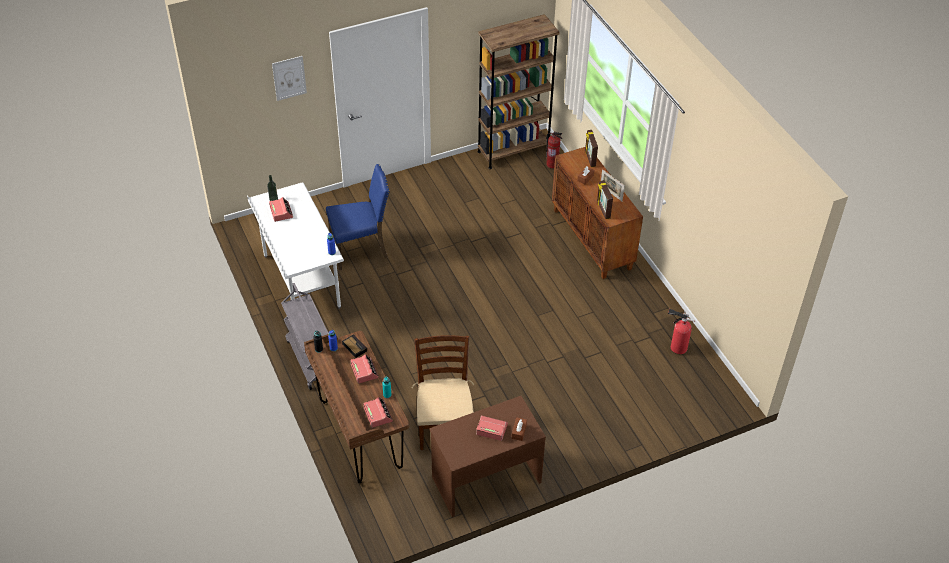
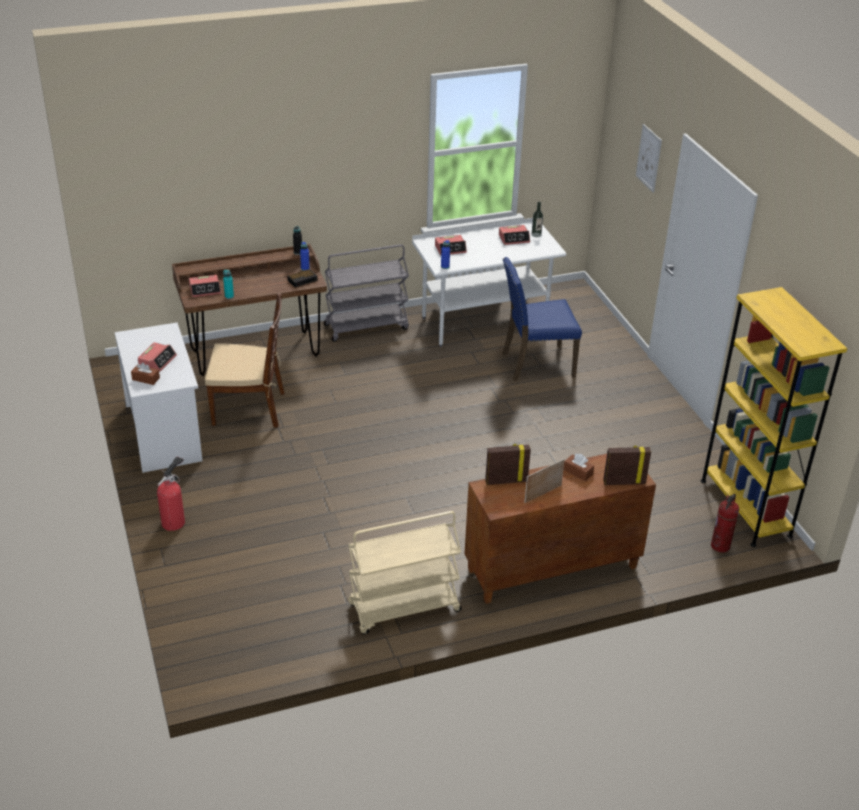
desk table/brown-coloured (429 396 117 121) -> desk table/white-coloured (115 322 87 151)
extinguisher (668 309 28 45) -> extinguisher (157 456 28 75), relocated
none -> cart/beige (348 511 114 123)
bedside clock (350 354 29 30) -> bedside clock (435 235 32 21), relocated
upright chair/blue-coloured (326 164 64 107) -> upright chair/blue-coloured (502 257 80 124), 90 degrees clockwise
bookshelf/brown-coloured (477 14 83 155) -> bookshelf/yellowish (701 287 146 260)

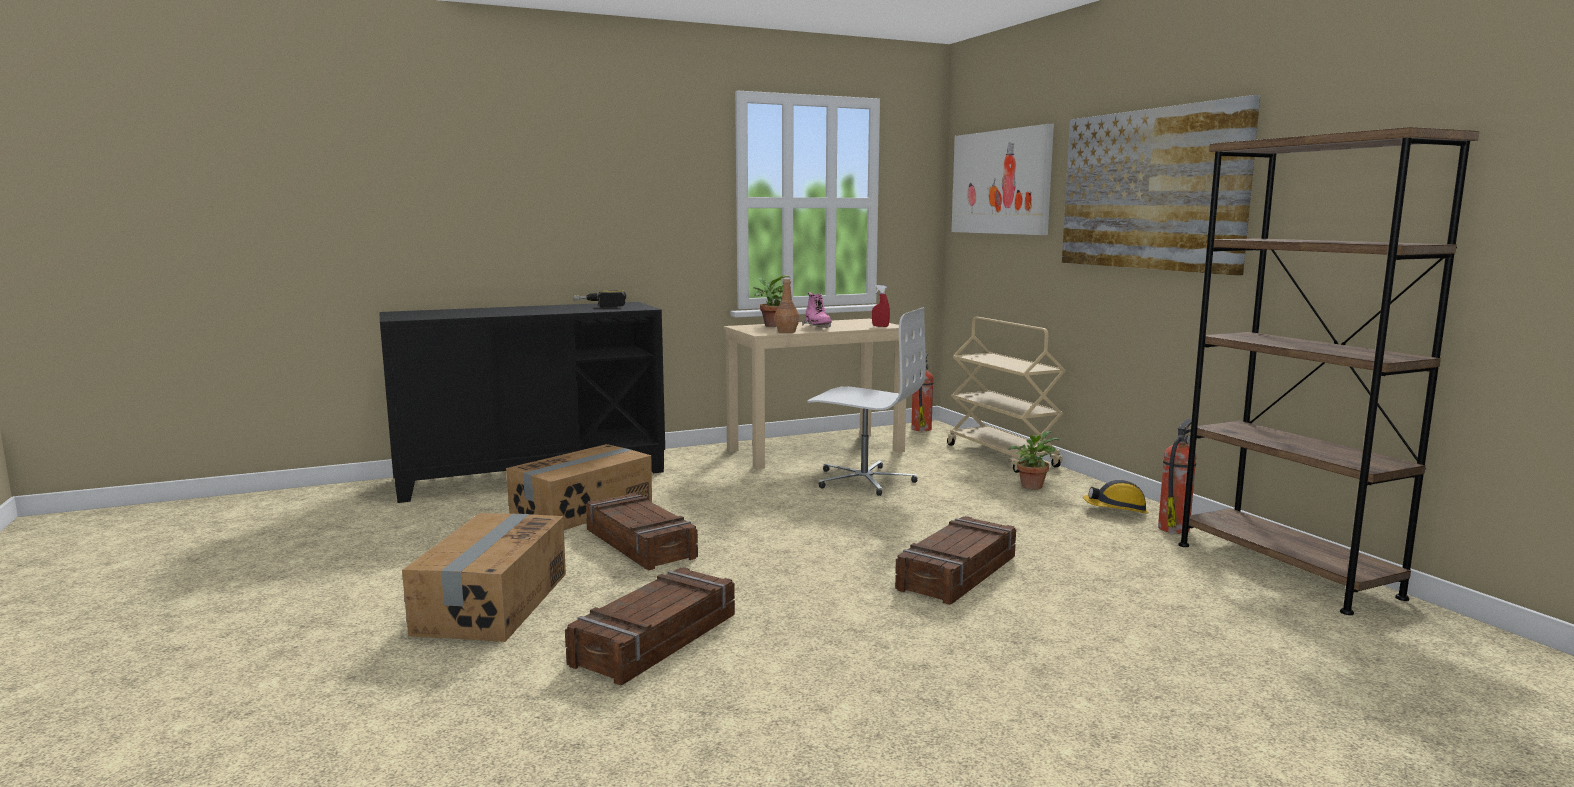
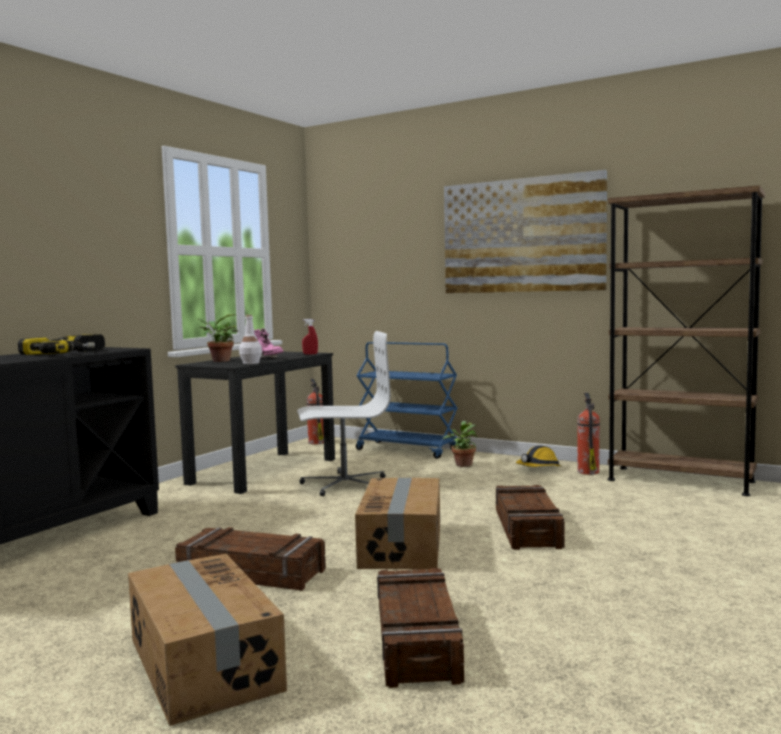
none -> drill (18 337 77 18)
desk table/beige (724 319 183 151) -> desk table/blackish (175 352 160 142)
drink bottle/brown-coloured (774 279 25 54) -> drink bottle/white-coloured (239 315 23 49)
carton (506 444 146 86) -> carton (355 478 85 92), relocated
cart/beige (947 317 119 156) -> cart/blue-coloured (356 342 101 117)
wall art (951 124 103 111) -> none

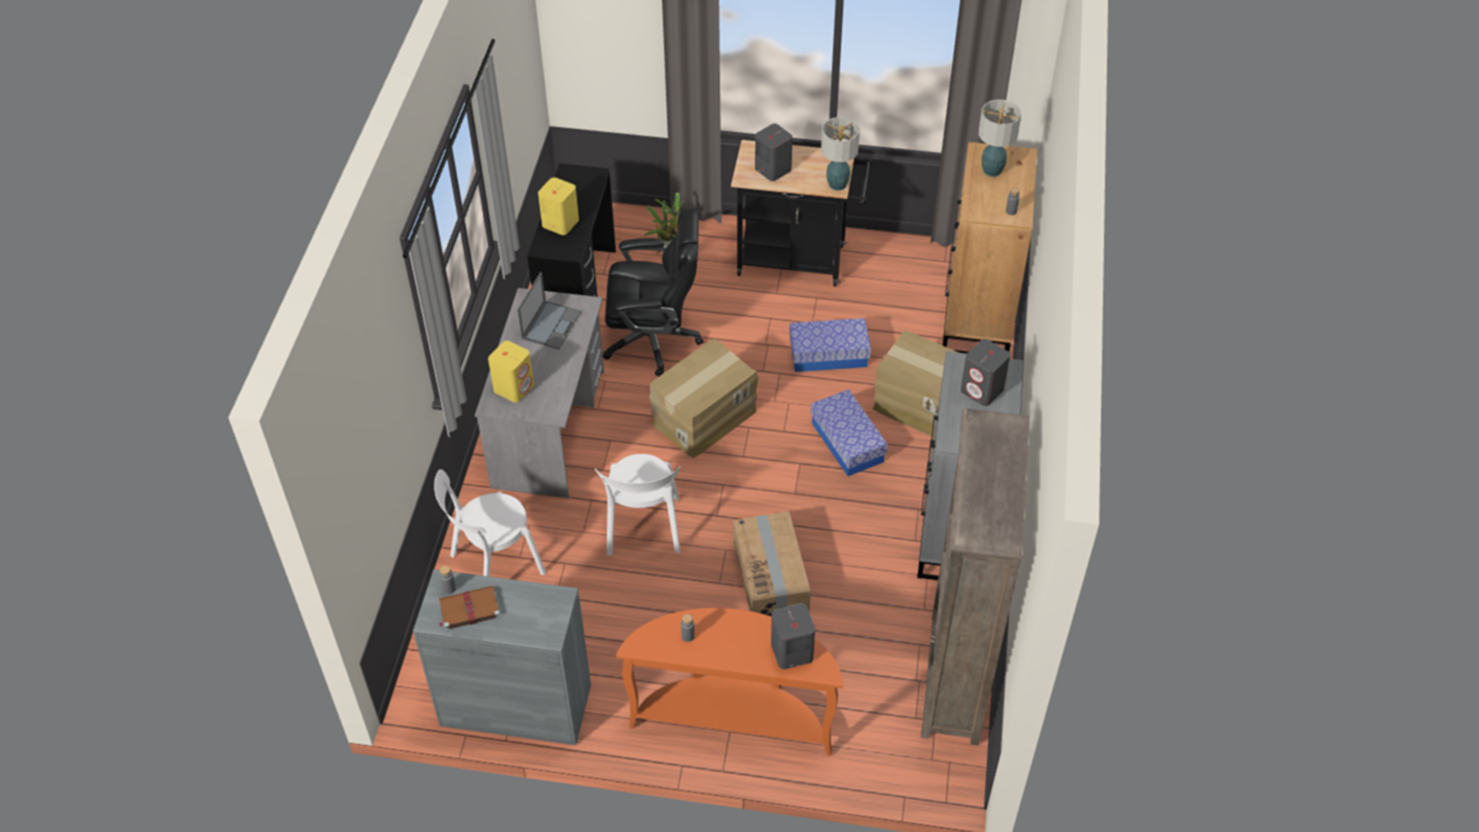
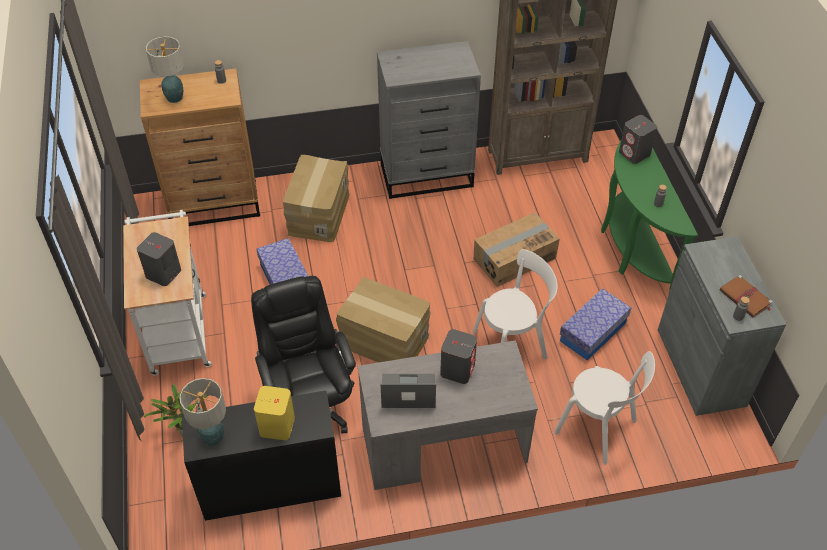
cart/blackish (731 140 141 147) -> cart/white-coloured (123 210 88 165)
tabletop lamp (821 117 39 74) -> tabletop lamp (179 378 47 68), relocated
speaker/greyish (961 339 49 67) -> speaker/greyish (440 329 37 55), relocated
storage box (811 389 77 87) -> storage box (560 288 71 73), relocated
hall table/orangey (616 608 227 148) -> hall table/greenish (601 141 97 151)
speaker/yellowish (488 341 46 62) -> none

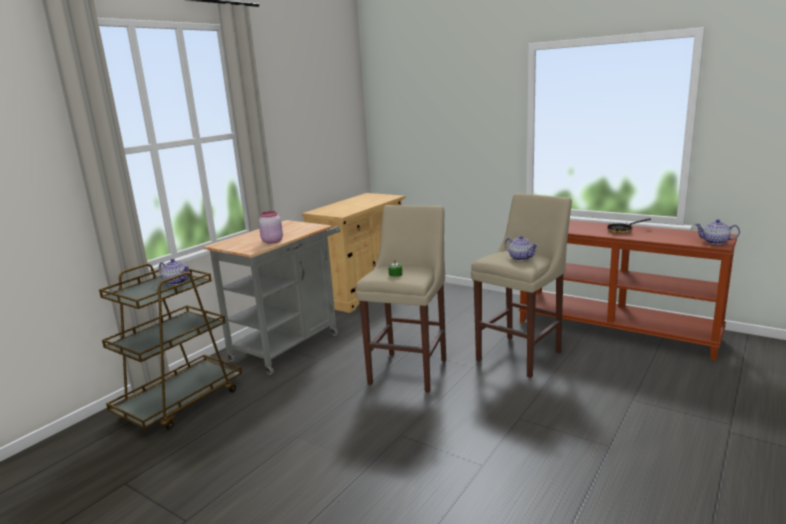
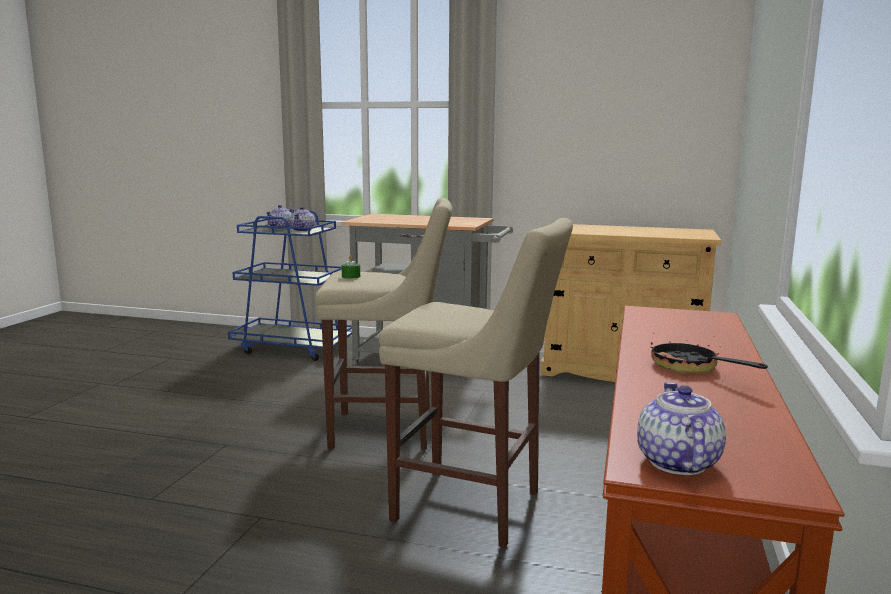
cart/brown-coloured (99 263 143 167) -> cart/blue-coloured (228 210 124 151)
tea pot (504 236 34 25) -> tea pot (265 205 29 24), relocated
jar/pinkish (259 211 24 32) -> none

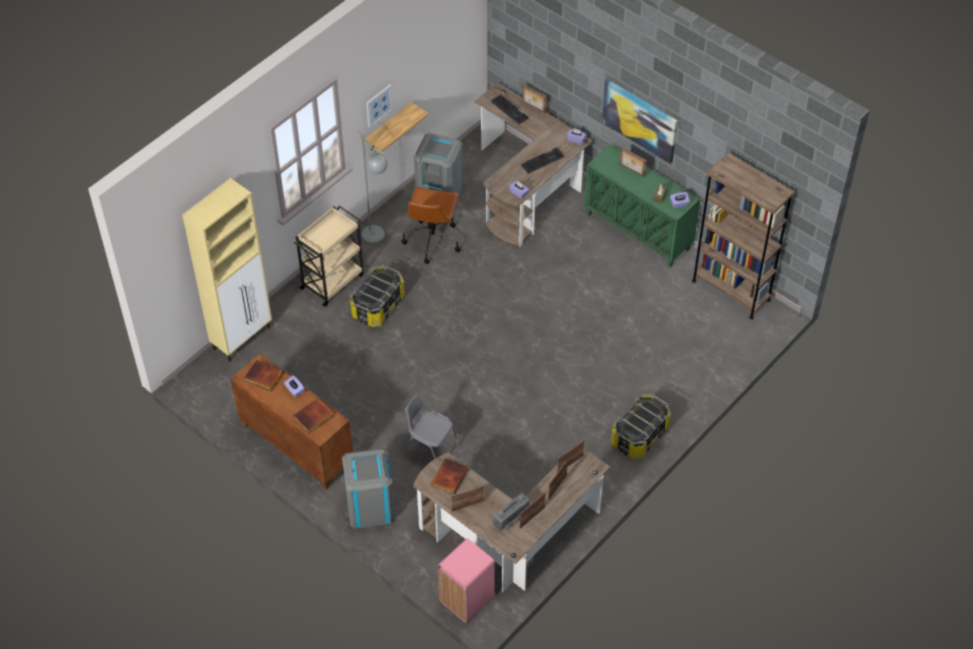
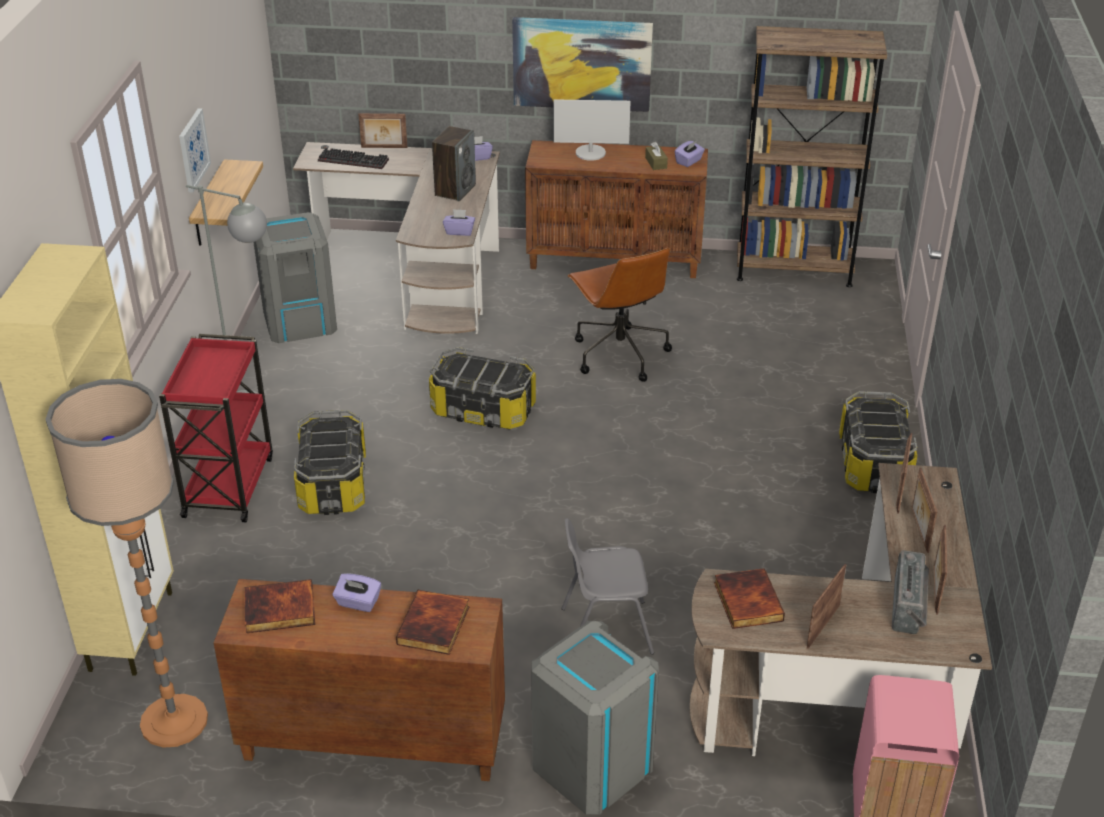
none -> standing lamp (45 379 163 369)
cart/beige (294 206 70 101) -> cart/reddish (159 334 114 188)
none -> storage box (429 347 107 82)
computer keyboard (521 147 43 27) -> speaker (432 126 44 76)
storage cabinet/greenish (584 144 116 124) -> storage cabinet/brown-coloured (525 140 183 138)
photo frame (620 147 27 30) -> computer display (553 99 78 62)
computer chair/brown-coloured (402 187 58 77) -> computer chair/brown-coloured (568 248 104 134), relocated

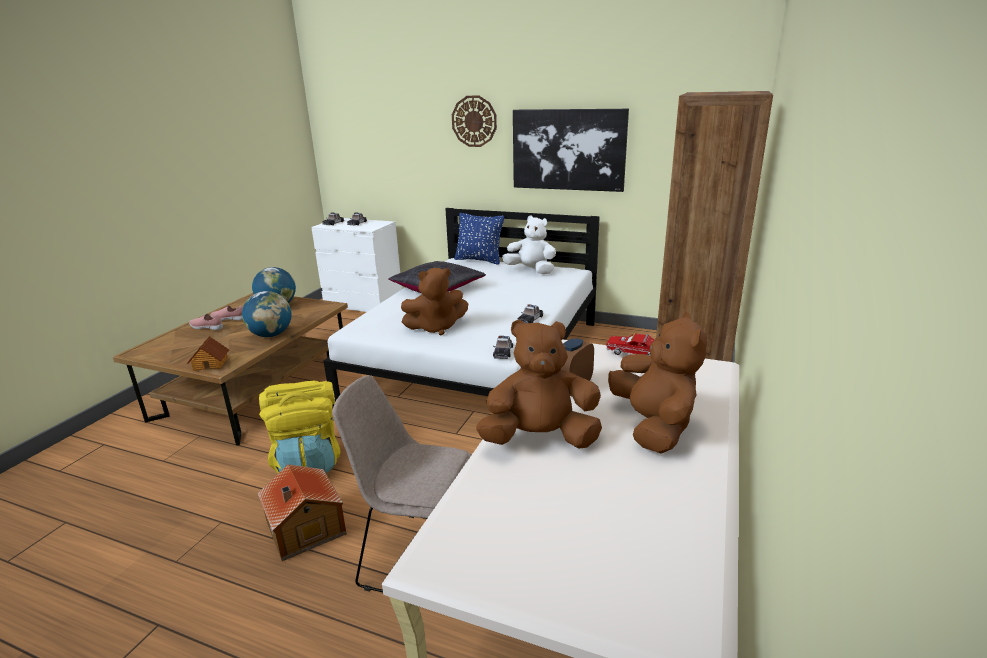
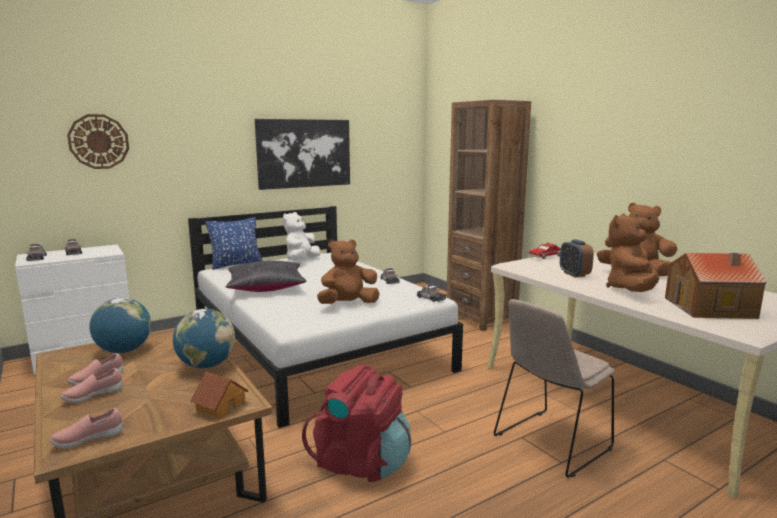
none -> item of footwear/pinkish (49 408 74 40)
hanging clock (452 96 45 51) -> hanging clock (67 114 62 55), relocated
cuddly toy/white-coloured (502 215 54 59) -> cuddly toy/white-coloured (283 212 37 48), 45 degrees counterclockwise
backpack/yellowish (259 381 82 92) -> backpack/reddish (302 365 109 117)
cuddly toy/brown-coloured (401 268 67 68) -> cuddly toy/brown-coloured (317 239 63 65), 135 degrees counterclockwise
miniature house (258 464 89 97) -> miniature house (665 253 102 66), relocated

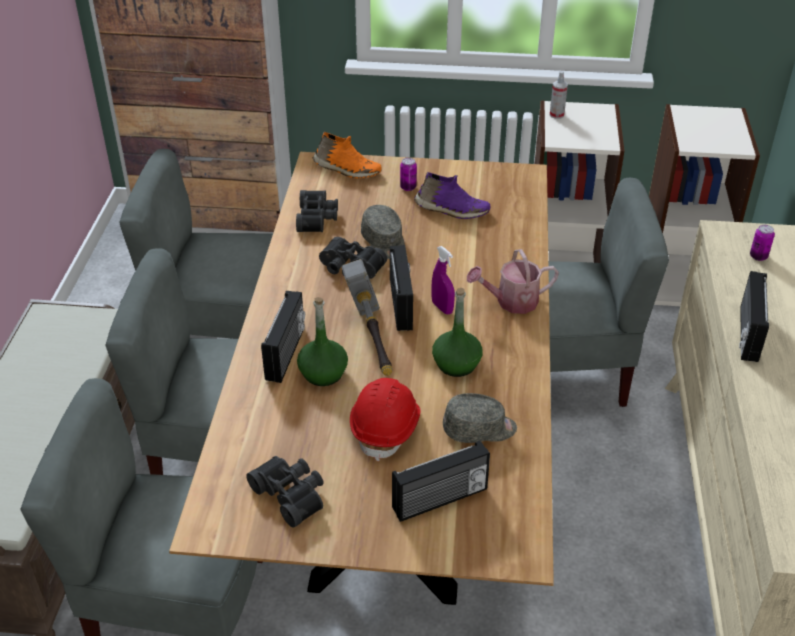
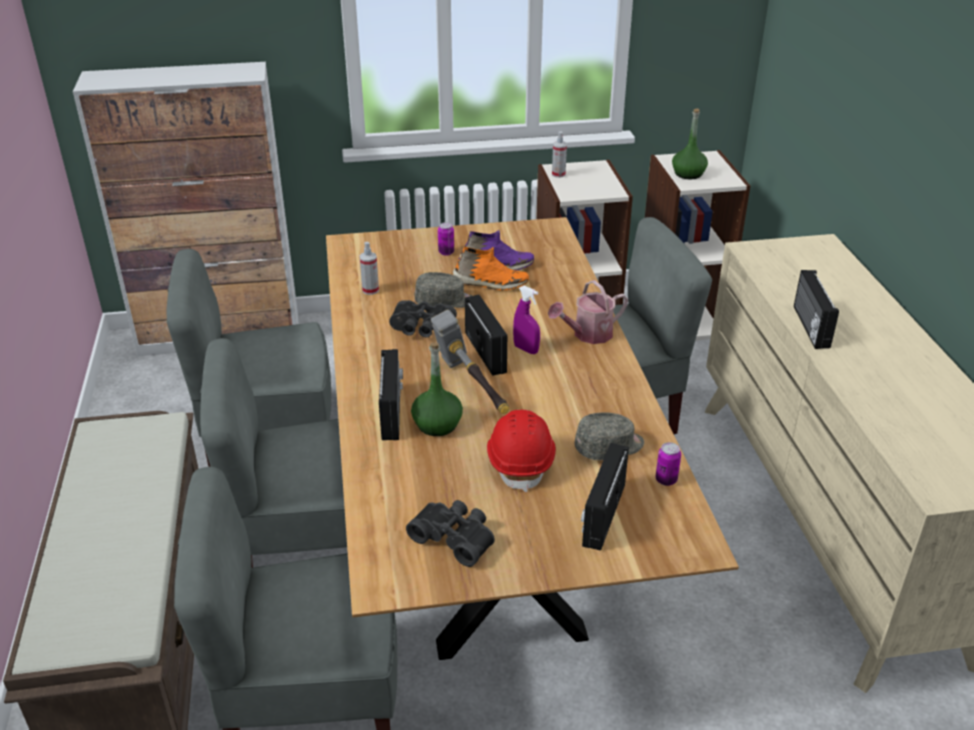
field glasses/blackish (296 190 42 42) -> hand sprayer (359 242 20 53)
cap/greyish (361 205 44 54) -> cap/greyish (414 272 58 36), 60 degrees counterclockwise
item of footwear/orangey (313 132 68 46) -> item of footwear/orangey (452 247 77 43), relocated
radio receiver (392 441 98 81) -> radio receiver (581 443 48 108), 150 degrees clockwise
sealed can (750 225 25 36) -> sealed can (655 442 26 44), relocated
drink bottle/greenish (432 288 51 89) -> drink bottle/greenish (672 108 36 71), relocated

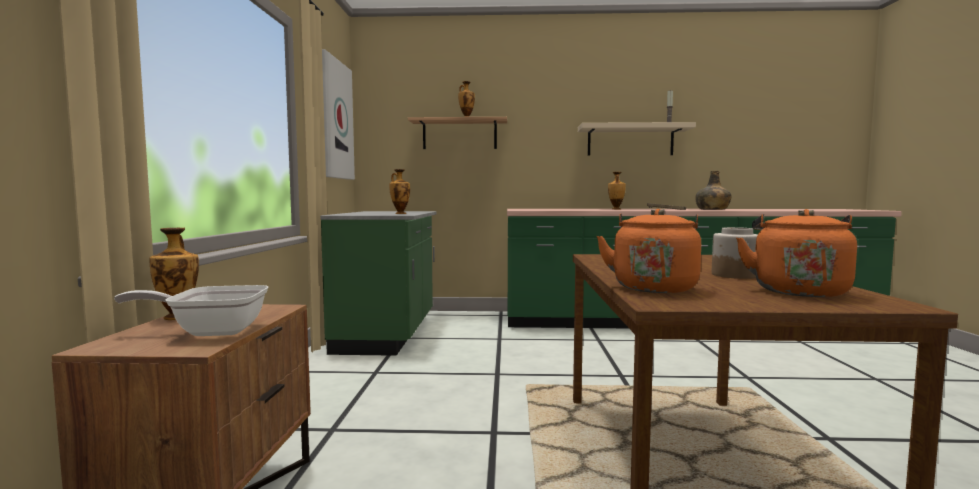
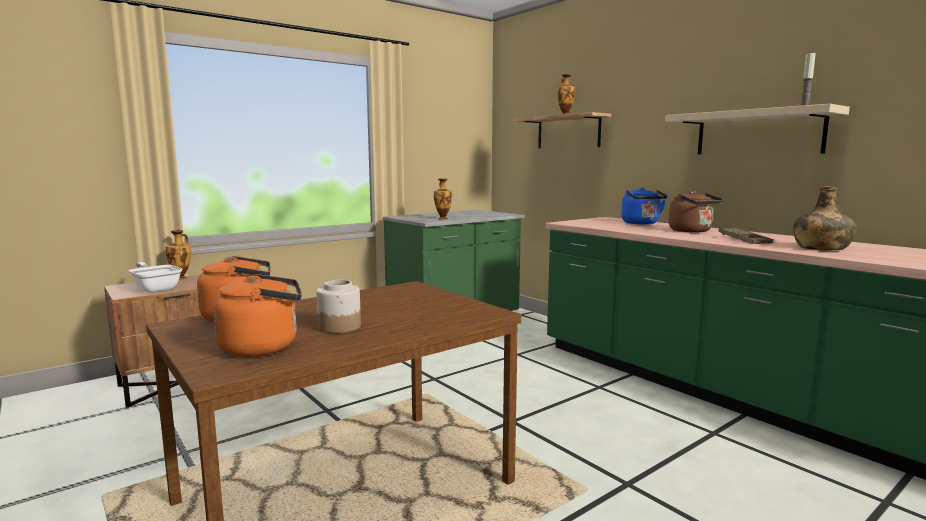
none -> tea kettle/blue-coloured (622 187 45 37)
vase (608 172 18 37) -> tea kettle/brown-coloured (669 191 55 42)
wall art (322 49 33 131) -> none

